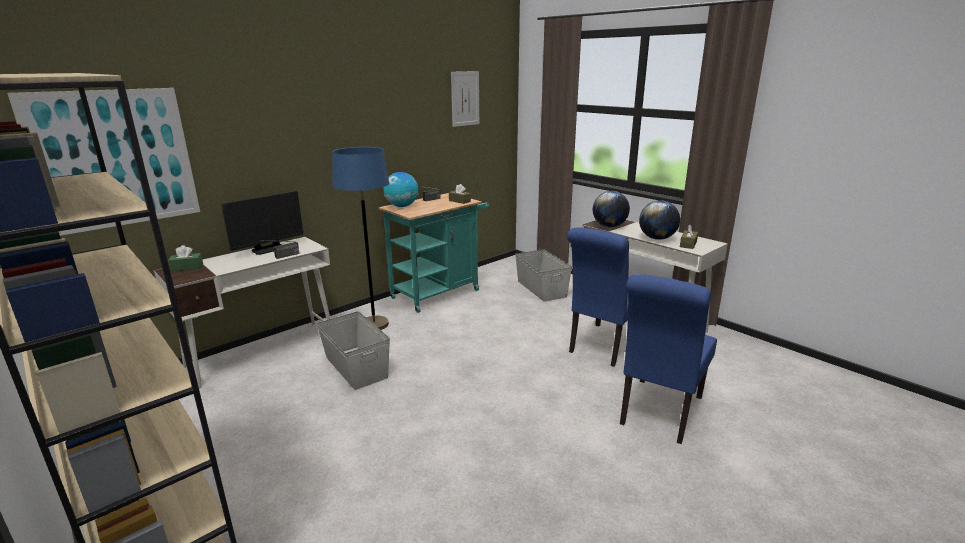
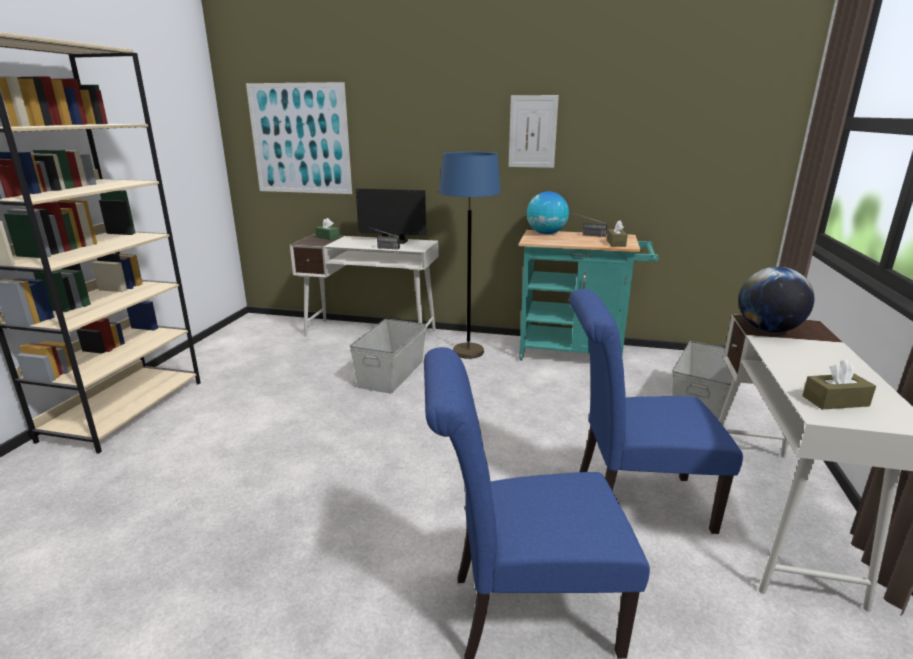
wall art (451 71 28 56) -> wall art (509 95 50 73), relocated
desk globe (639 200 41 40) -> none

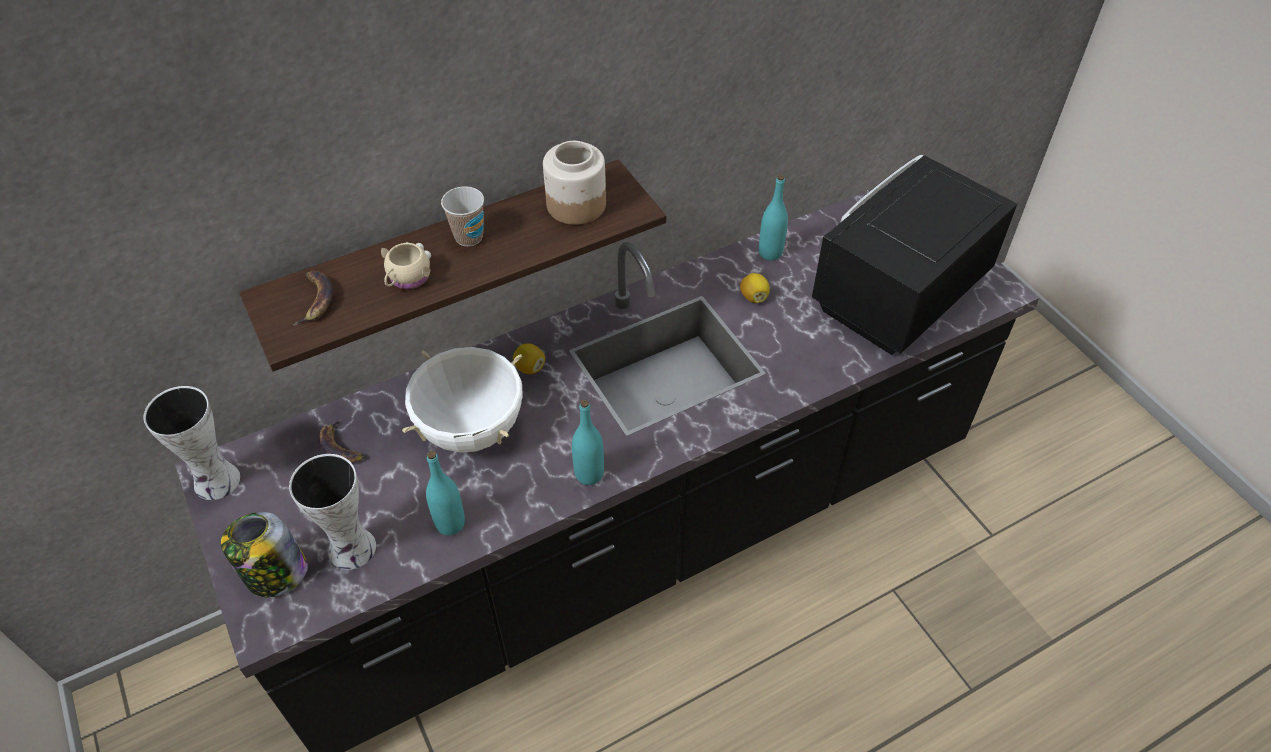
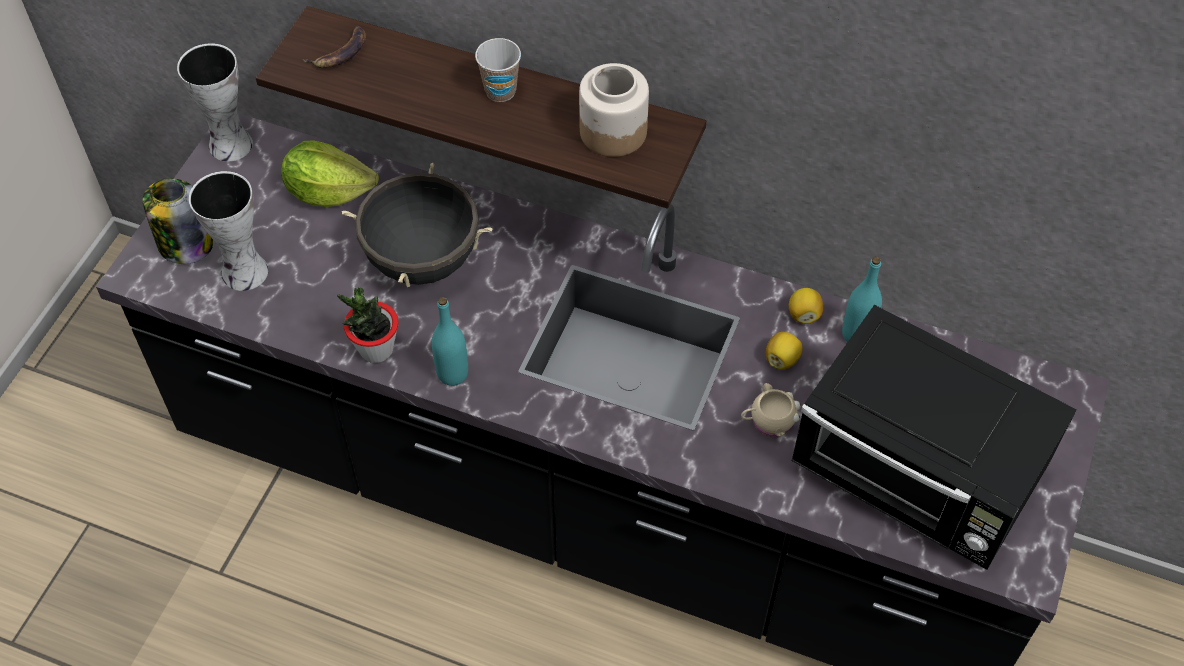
whole banana (319 418 46 44) -> lettuce head (281 140 98 67)
none -> potted plant (337 287 62 76)
cooking pot/white-coloured (402 347 121 106) -> cooking pot/blackish (342 163 150 124)
tea mug/beige (381 242 50 47) -> tea mug/beige (741 383 60 54), relocated
whole lemon (513 343 32 31) -> whole lemon (789 288 34 36), relocated
microwave oven/blackish (812 155 205 200) -> microwave oven/blackish (791 305 286 265), 150 degrees counterclockwise
drink bottle/blue-green (426 451 39 84) -> none

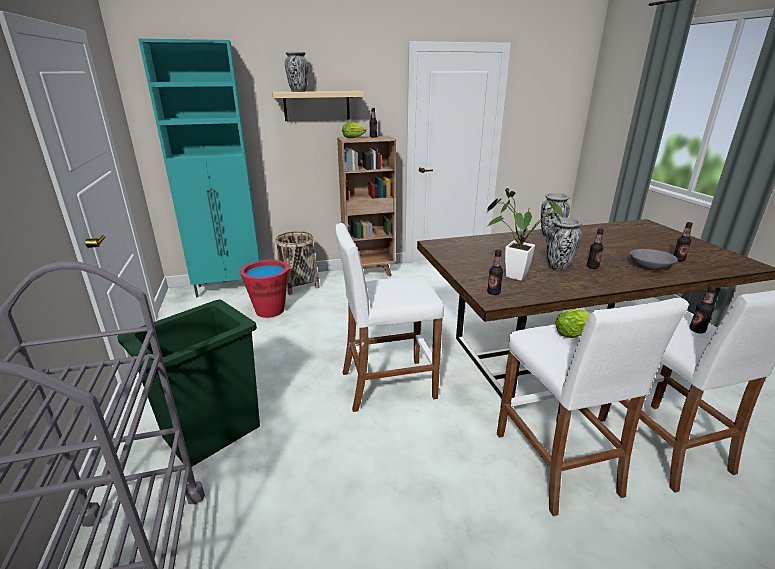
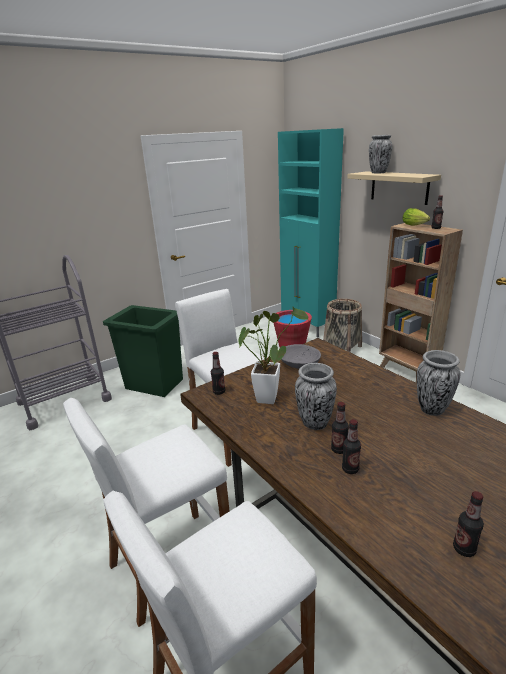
deep dish/greyish (630 249 48 21) -> deep dish/greyish (281 344 40 25), relocated
drink bottle (689 285 28 48) -> drink bottle (342 419 19 55), relocated
lettuce head (555 309 36 29) -> none

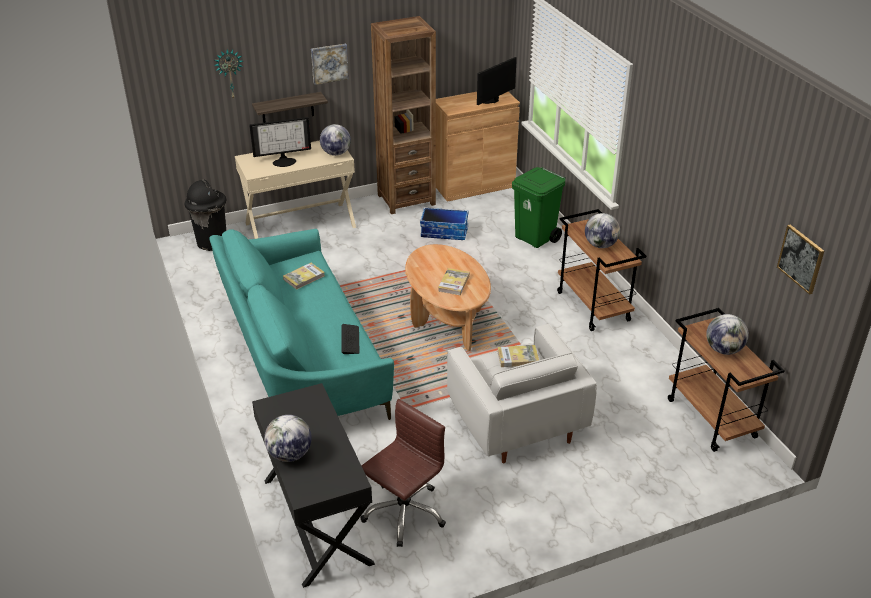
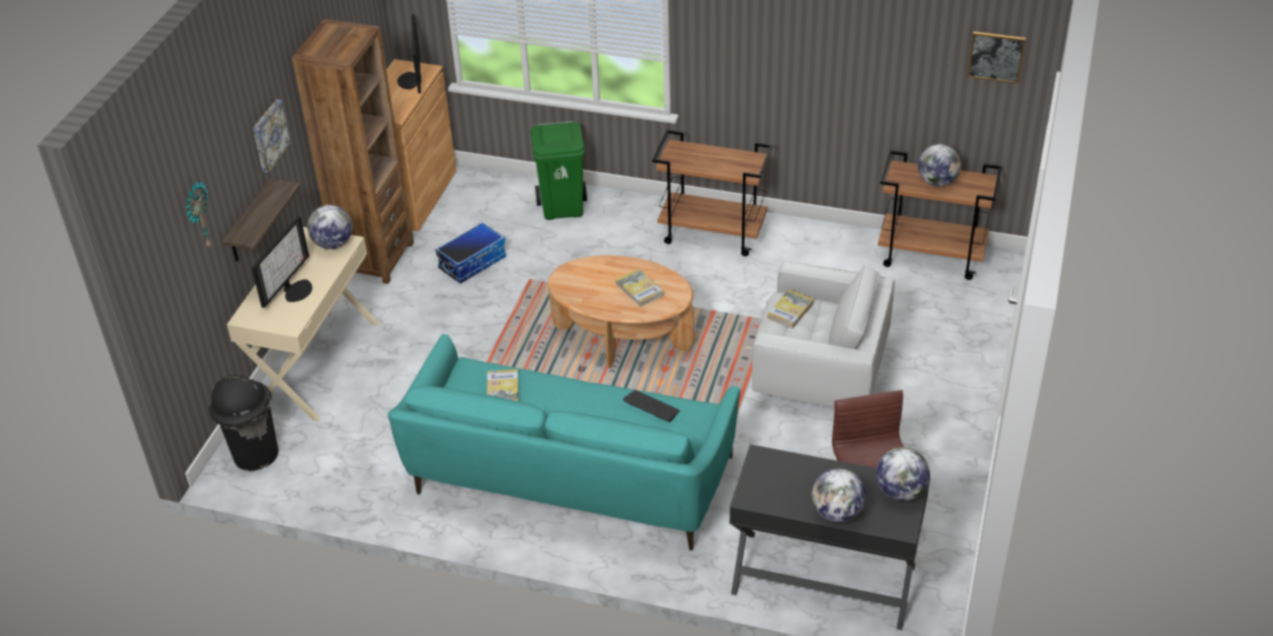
desk globe (585 213 35 35) -> desk globe (876 447 54 54), relocated

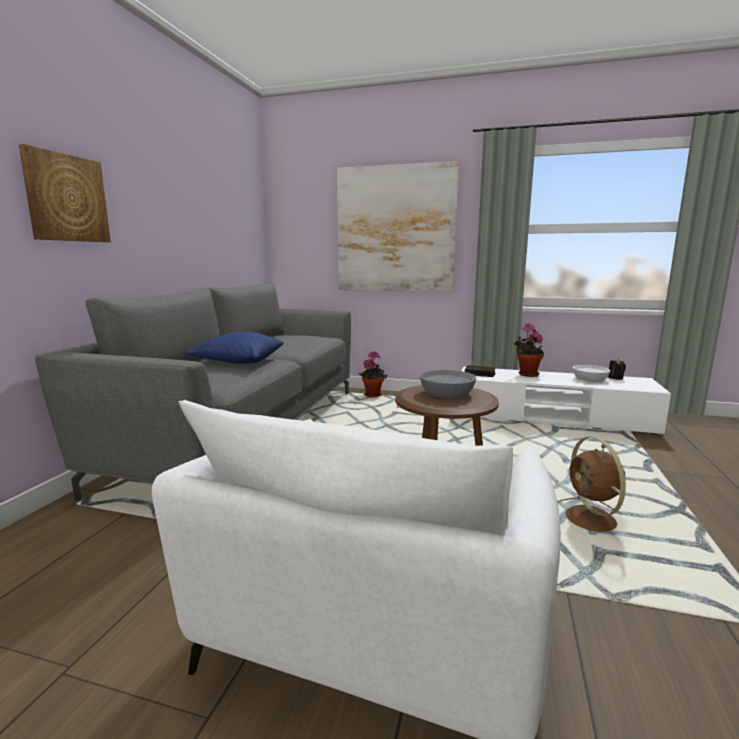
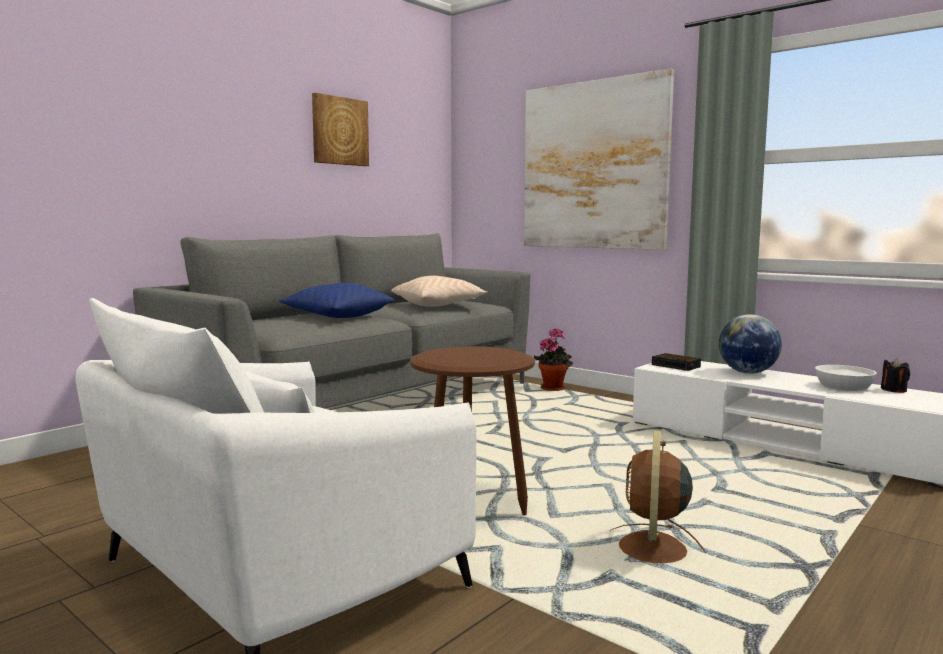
wall art (19 144 92 98) -> wall art (312 93 57 73), relocated
none -> pillow/beige (391 276 97 31)
potted plant (513 323 31 54) -> desk globe (719 314 63 60)
deep dish/greyish (420 370 56 28) -> none

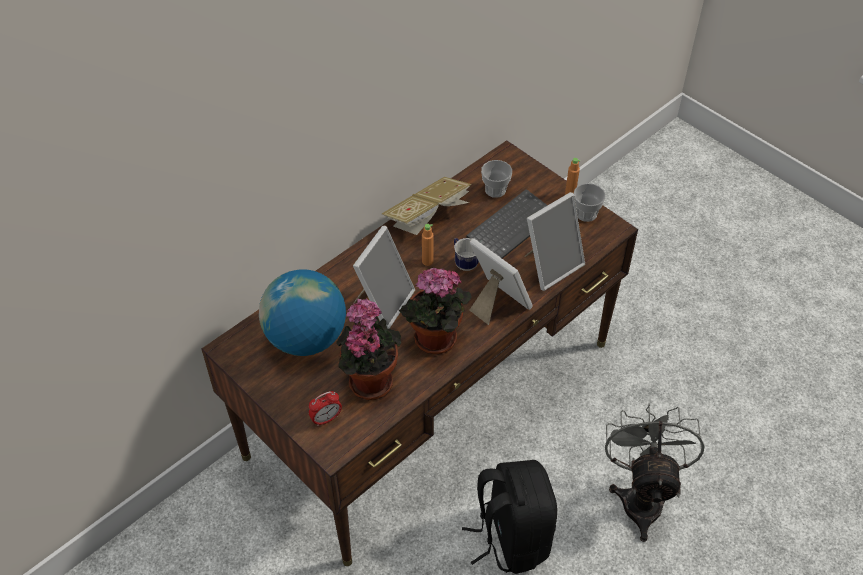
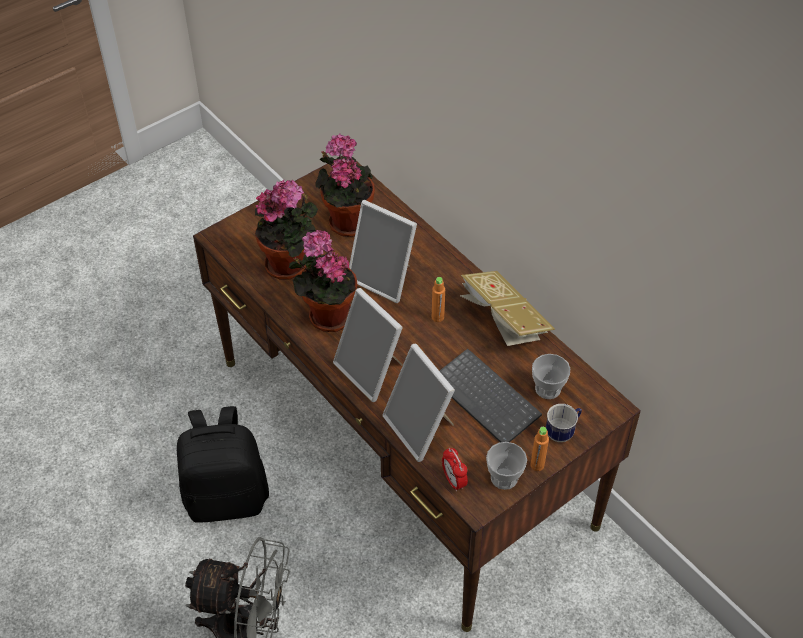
desk globe (259 269 87 87) -> potted plant (315 134 60 103)
photo frame (469 238 64 87) -> photo frame (333 288 70 114), 90 degrees clockwise
bedside clock (309 391 33 35) -> bedside clock (442 448 26 43), relocated
tea mug (454 238 25 33) -> tea mug (546 404 36 38), relocated

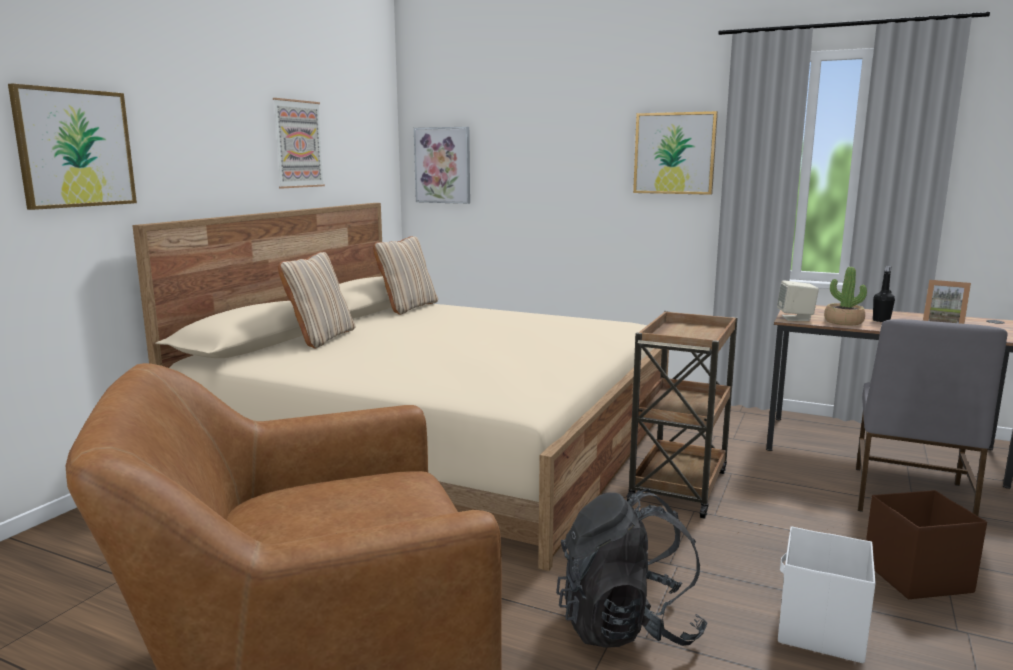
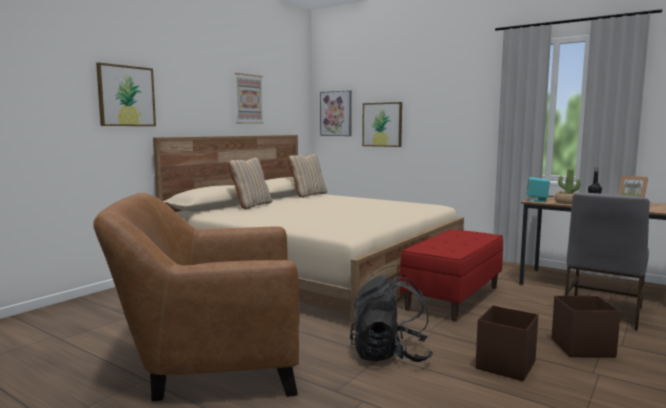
wall art (633 111 85 84) -> wall art (362 102 40 45), relocated
cart/brown-coloured (626 311 112 208) -> indoor bench/reddish (400 229 103 93)
storage box/white-coloured (778 526 98 137) -> storage box/brown-coloured (476 305 62 76)
speaker/beige (777 280 42 41) -> speaker/blue-green (526 177 24 25)

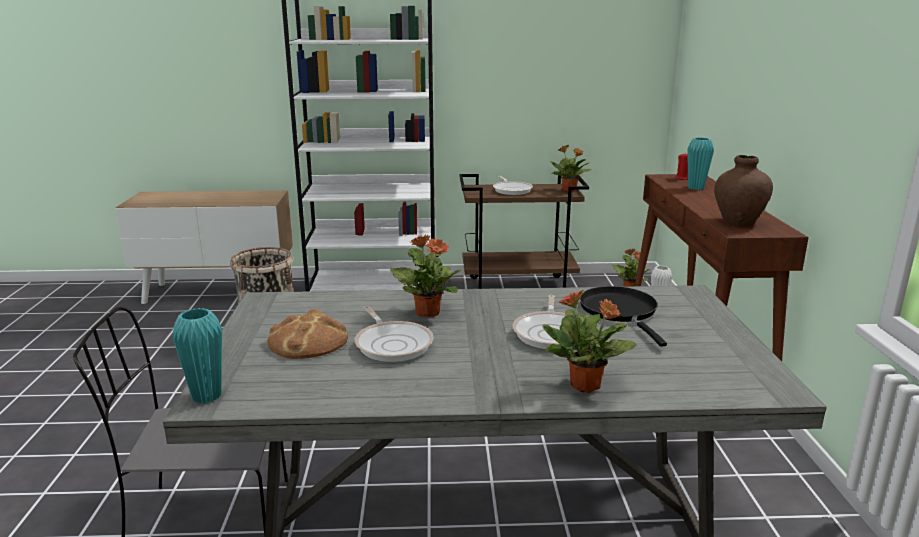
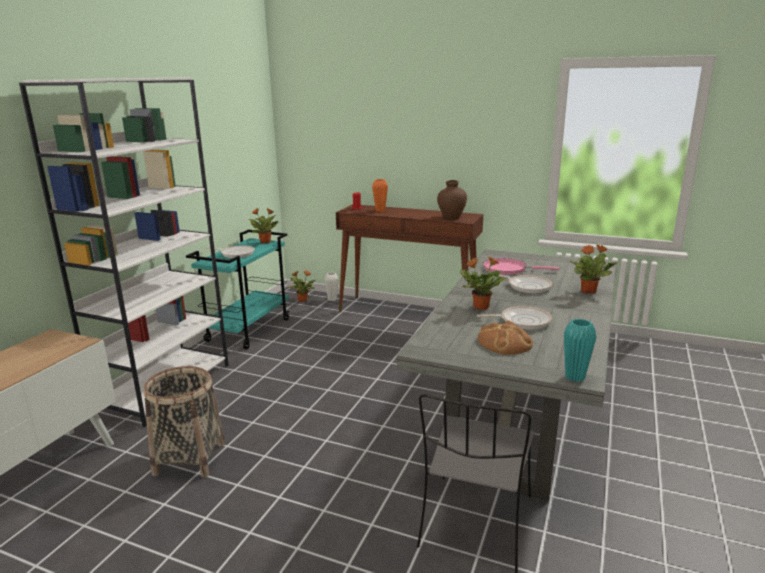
cart/brown-coloured (459 174 130 115) -> cart/blue-green (186 230 104 119)
vase/blue-green (687 138 27 52) -> vase/orangey (372 179 16 33)
skillet/blackish (579 286 88 61) -> skillet/pinkish (483 258 76 17)

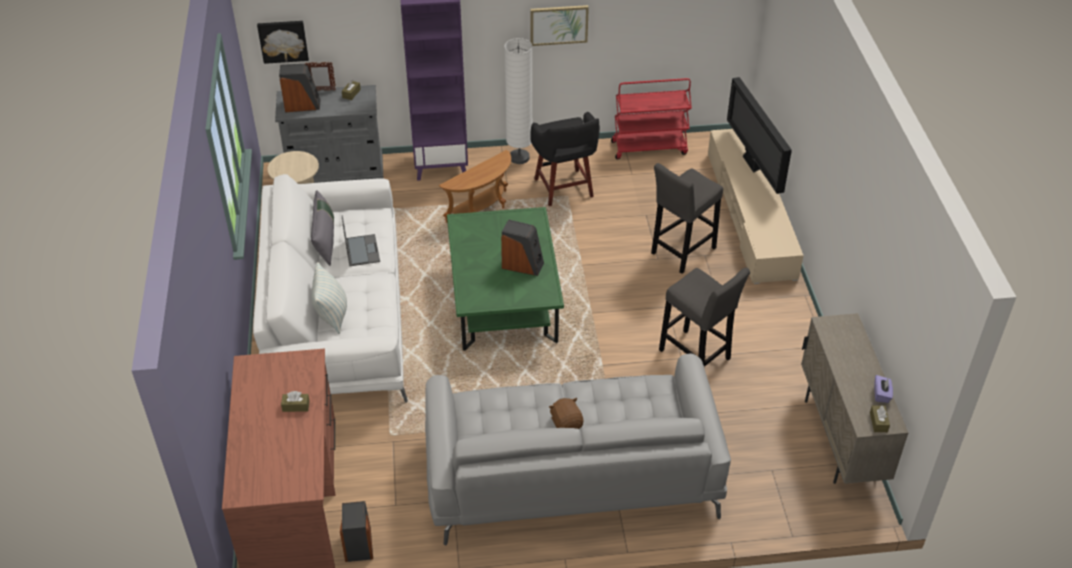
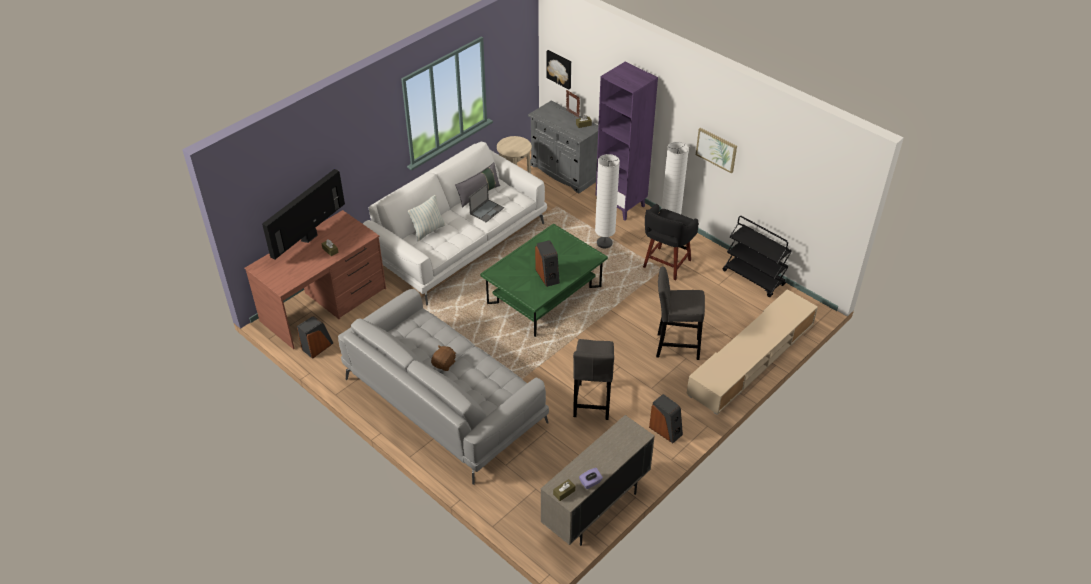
TV set (727 77 65 117) -> TV set (262 169 83 90), relocated
end table/brown-coloured (439 150 72 73) -> standing lamp/white-coloured (595 154 25 94)
speaker (279 64 42 48) -> speaker (649 394 34 49), relocated
cart/reddish (611 78 81 81) -> cart/blackish (722 216 70 81)

